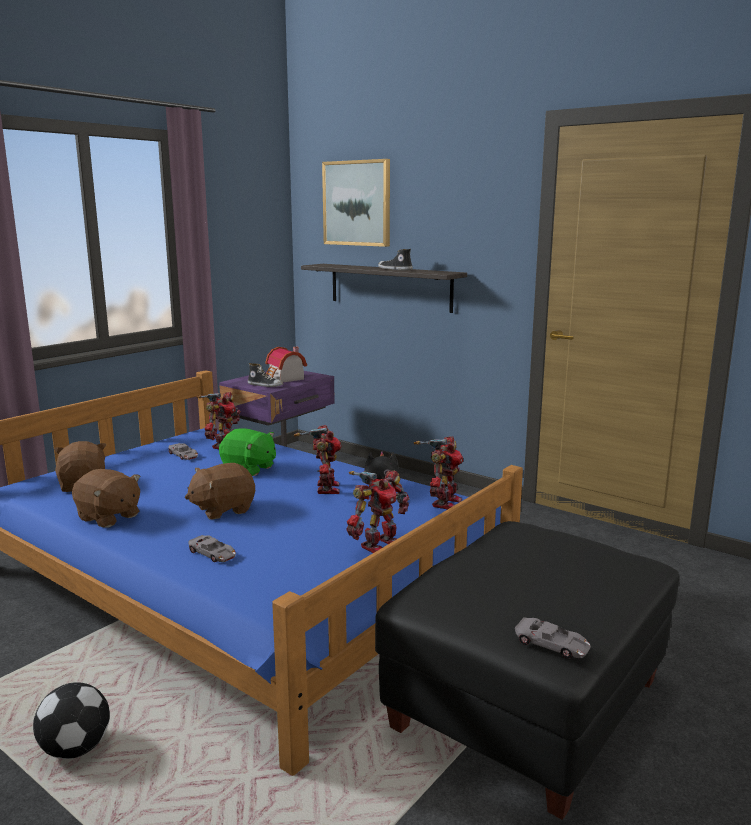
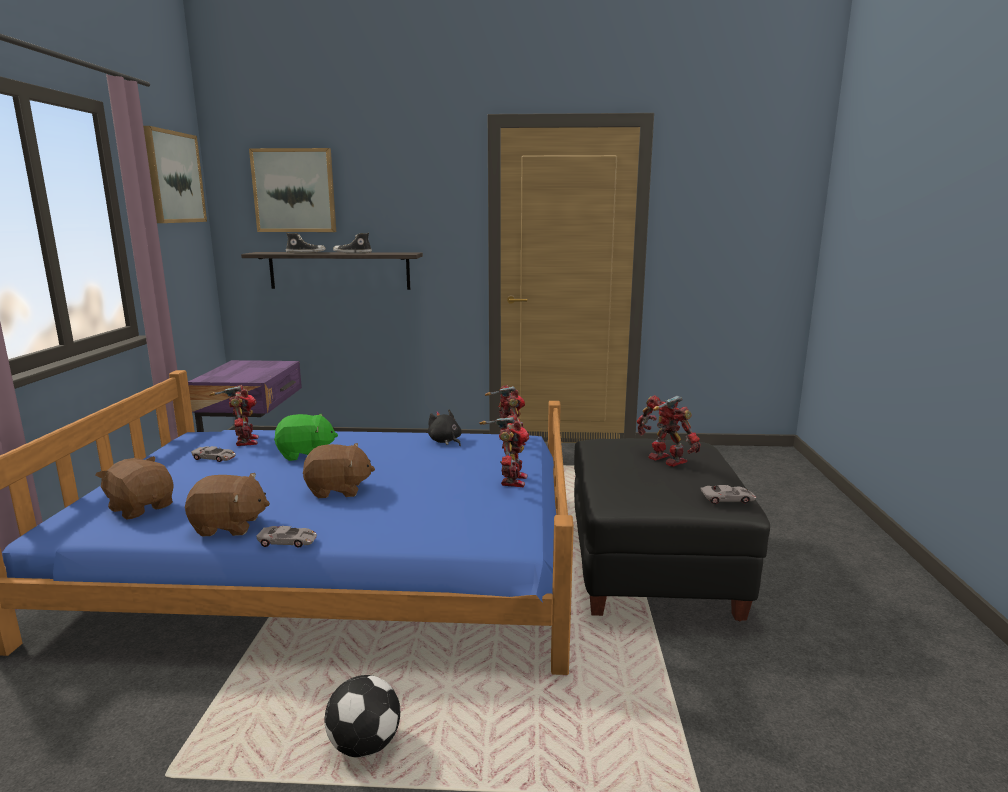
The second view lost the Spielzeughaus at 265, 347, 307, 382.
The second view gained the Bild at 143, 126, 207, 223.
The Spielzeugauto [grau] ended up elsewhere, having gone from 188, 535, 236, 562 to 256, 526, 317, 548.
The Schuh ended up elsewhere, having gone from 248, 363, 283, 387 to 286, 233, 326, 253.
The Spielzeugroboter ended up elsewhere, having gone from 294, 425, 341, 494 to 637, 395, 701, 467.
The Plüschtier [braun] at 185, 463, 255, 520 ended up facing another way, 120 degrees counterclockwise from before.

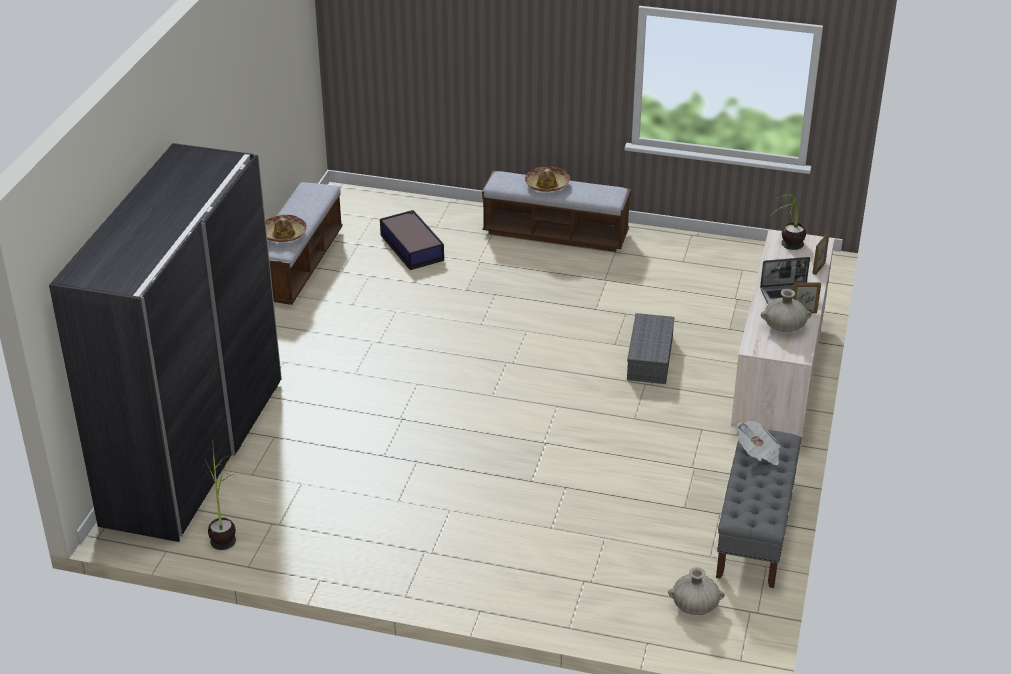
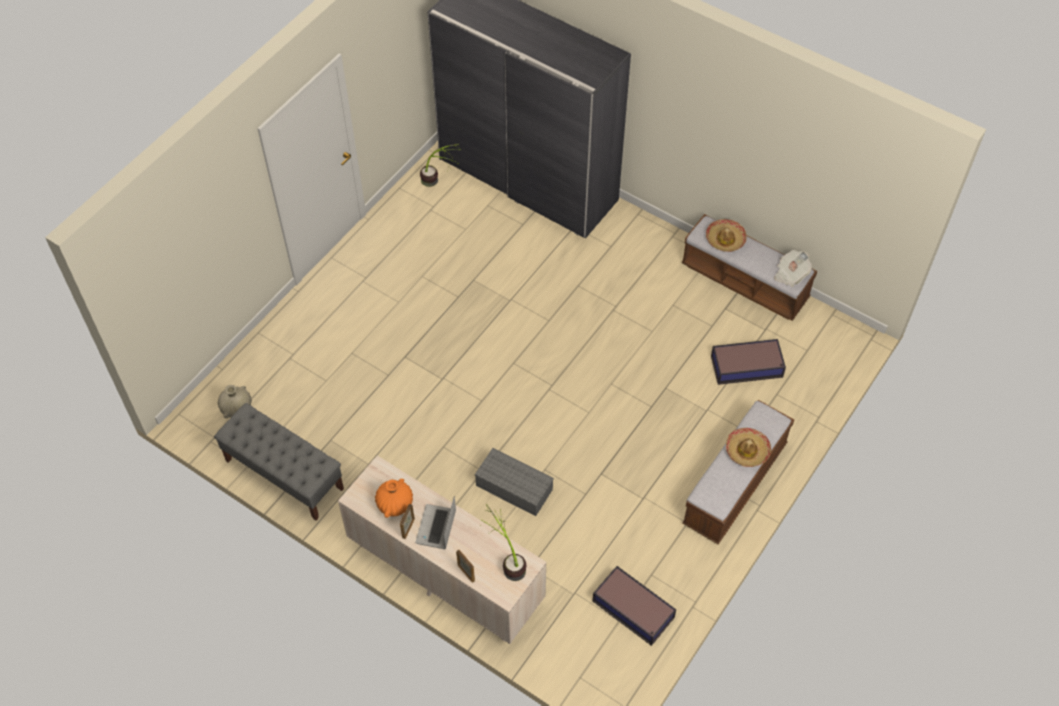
The second view gained the Aufbewahrungsbox at 593, 566, 676, 646.
The Zeitung ended up elsewhere, having gone from 737, 421, 780, 465 to 774, 250, 812, 287.
What was the Vase [beige] at 761, 289, 812, 332 turned into the Vase [orange] at 375, 479, 413, 518.

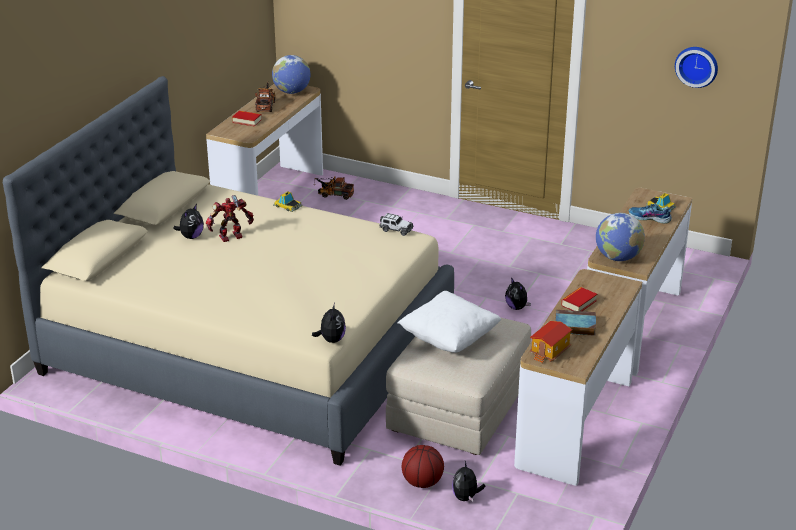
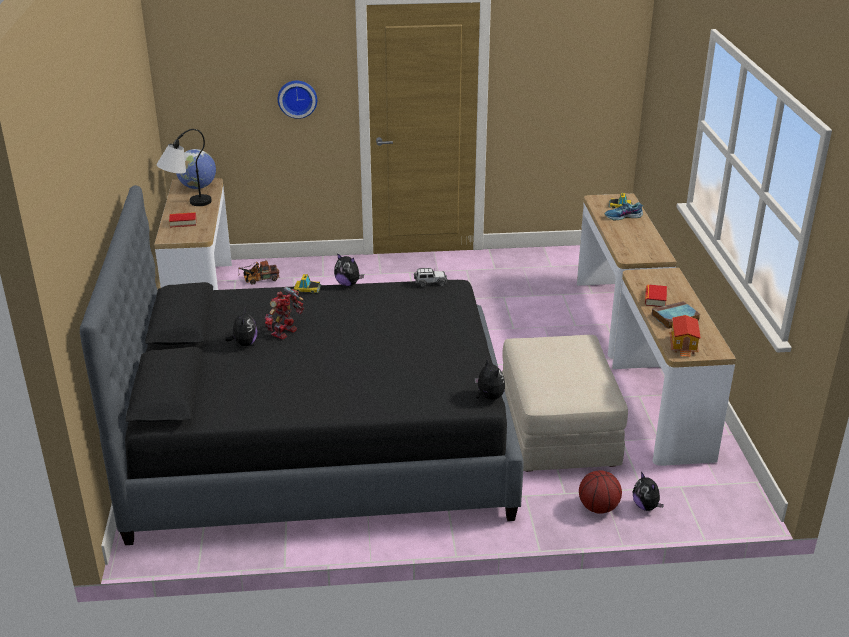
The second view lost the Kissen [weiß] at 398, 291, 501, 353.
The second view lost the Globus at 596, 213, 645, 261.
The Plüschtier ended up elsewhere, having gone from 505, 277, 531, 310 to 334, 253, 364, 286.
The Wanduhr ended up elsewhere, having gone from 675, 47, 718, 88 to 278, 81, 317, 119.
Where the Spielzeuglaster stood at 255, 83, 276, 112, the Tischlampe came to stand at 156, 129, 212, 206.
What was the Bett [beige] at 3, 76, 454, 466 turned into the Bett [schwarz] at 80, 185, 524, 545.

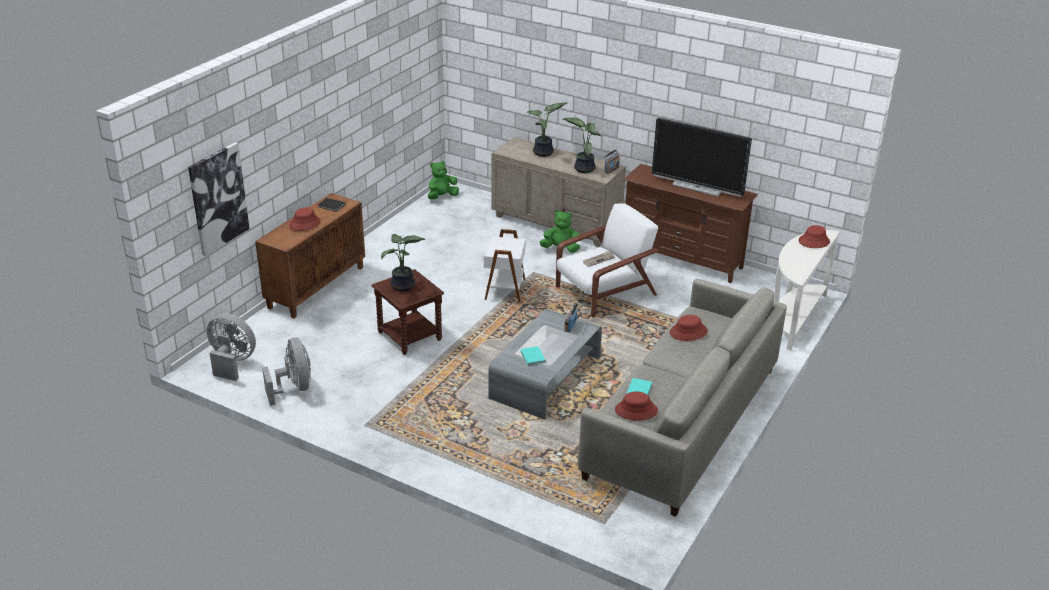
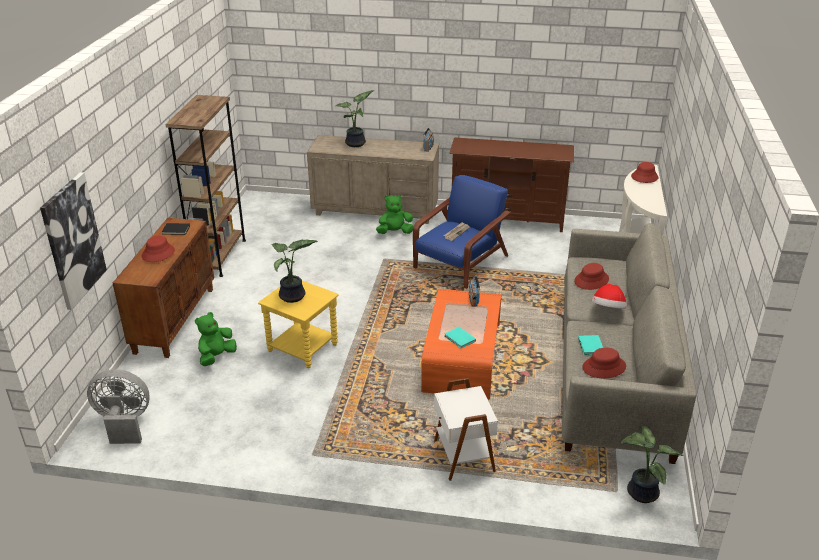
The second view lost the Ventilator [grau] at 262, 337, 311, 406.
The second view lost the Fernseher at 652, 118, 752, 197.
The second view gained the Bücherregal [braun] at 165, 95, 246, 277.
The second view gained the Hut at 592, 284, 627, 309.
The Plüschtier [grün] ended up elsewhere, having gone from 428, 161, 459, 199 to 195, 312, 237, 366.
The Beistelltisch [weiß] ended up elsewhere, having gone from 484, 229, 526, 302 to 434, 378, 498, 481.
The Topfpflanze ended up elsewhere, having gone from 563, 118, 603, 173 to 621, 426, 683, 503.
What was the Beistelltisch [braun] at 372, 269, 444, 355 turned into the Beistelltisch [gelb] at 258, 281, 339, 368.
What was the Couchtisch [grau] at 489, 309, 602, 420 turned into the Couchtisch [orange] at 421, 289, 501, 399.
What was the Sessel [weiß] at 556, 203, 659, 317 turned into the Sessel [blau] at 413, 175, 511, 289.

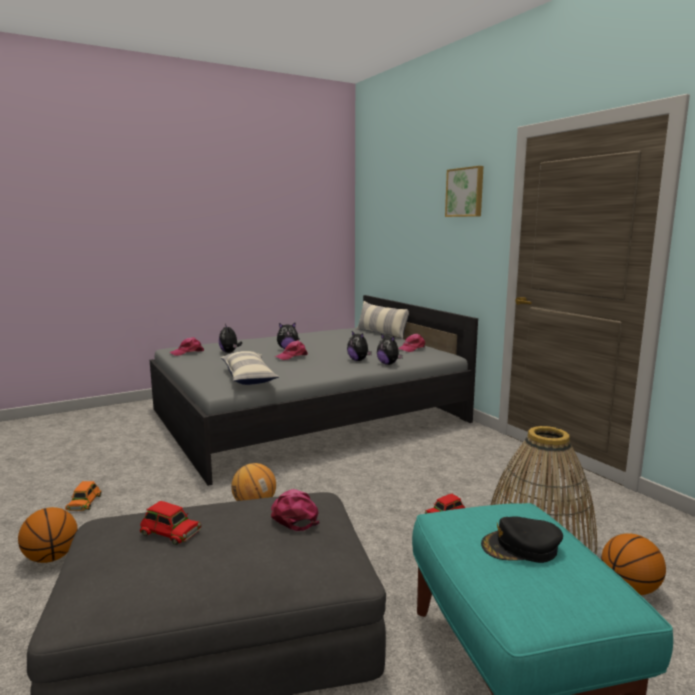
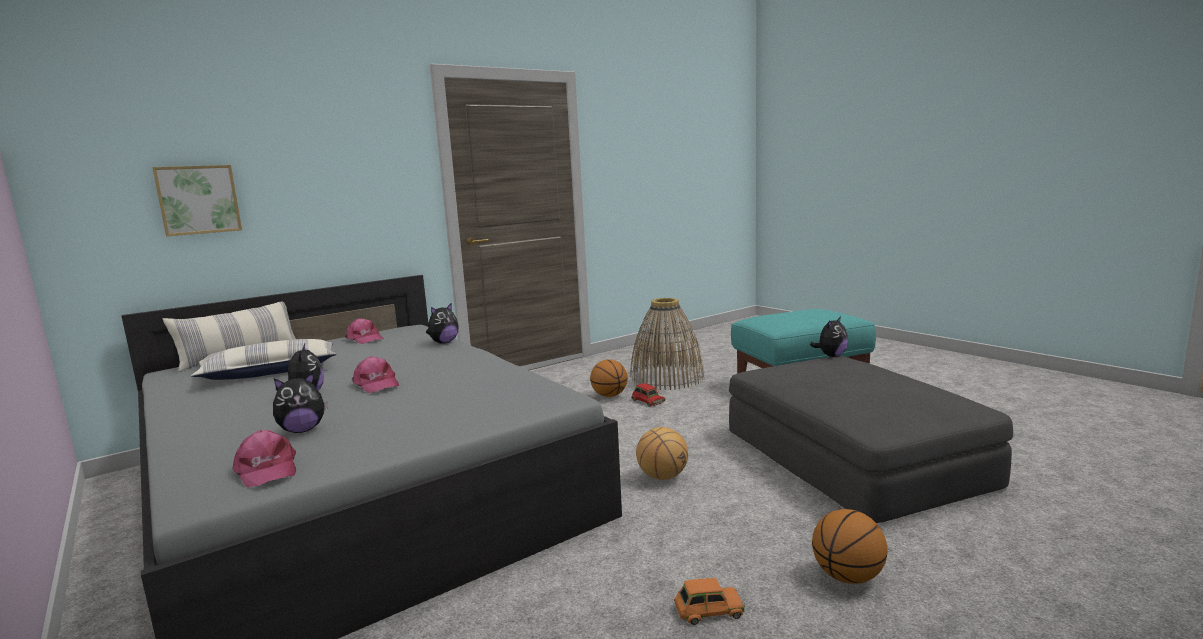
The second view lost the Spielzeugauto [rot] at 140, 501, 201, 545.
The second view lost the Kappe [rosa] at 271, 489, 319, 531.
The second view lost the Kappe [schwarz] at 481, 516, 563, 563.
The Kissen ended up elsewhere, having gone from 221, 351, 279, 385 to 191, 339, 336, 380.
The Plüschtier ended up elsewhere, having gone from 347, 331, 372, 361 to 810, 316, 848, 357.
The Bild ended up elsewhere, having gone from 445, 166, 484, 217 to 153, 165, 242, 236.
The Basketball ended up elsewhere, having gone from 601, 533, 666, 595 to 590, 359, 628, 397.

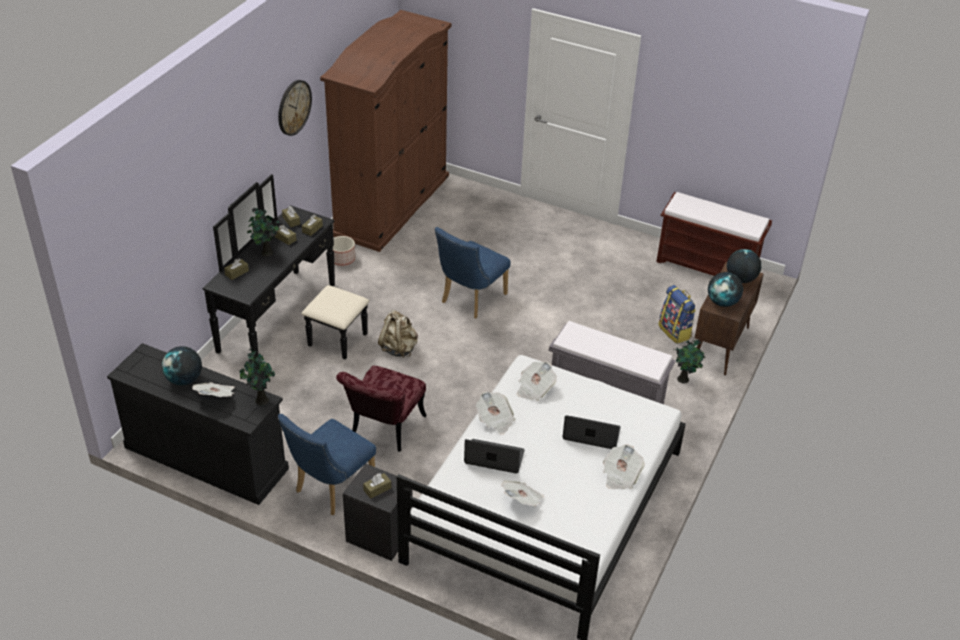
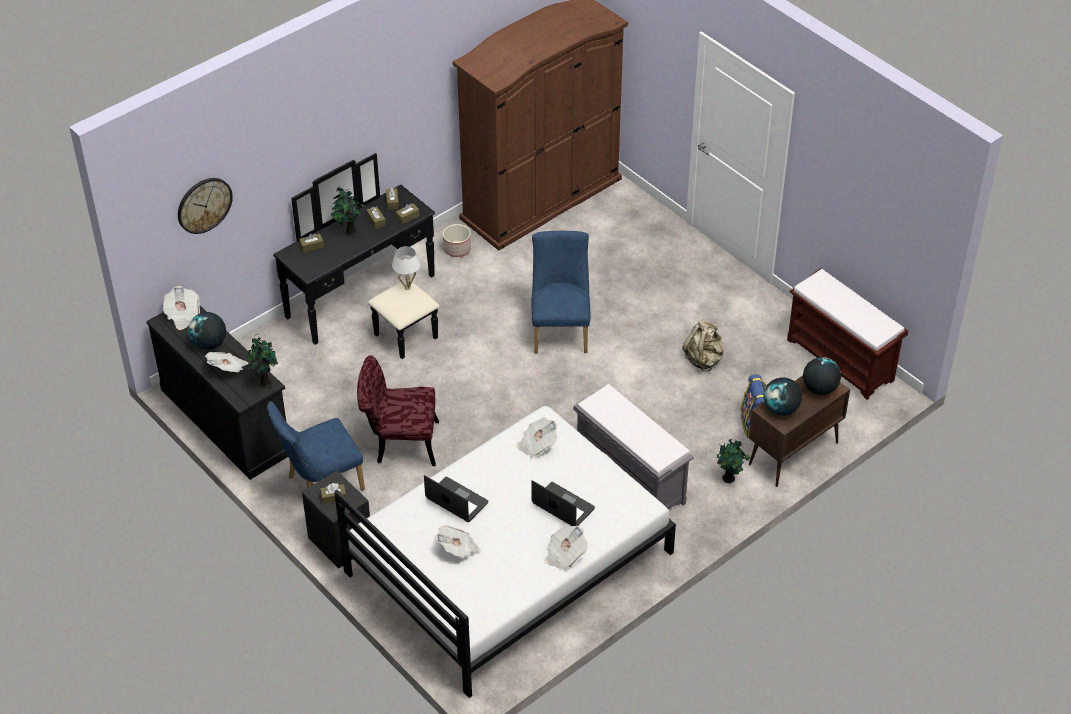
The second view gained the Tischlampe [weiß] at 392, 246, 420, 290.
The Wanduhr ended up elsewhere, having gone from 278, 80, 312, 136 to 178, 178, 233, 234.
The Rucksack [beige] ended up elsewhere, having gone from 378, 310, 418, 358 to 682, 319, 724, 371.
The Zeitung ended up elsewhere, having gone from 476, 391, 516, 435 to 163, 286, 200, 330.
The Stuhl [rot] at 336, 366, 427, 452 ended up facing another way, 45 degrees clockwise from before.
The Stuhl [blau] at 435, 227, 511, 319 ended up facing another way, 120 degrees clockwise from before.

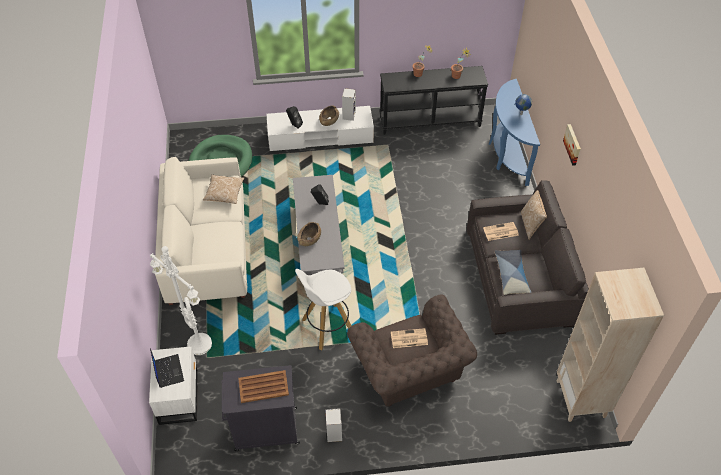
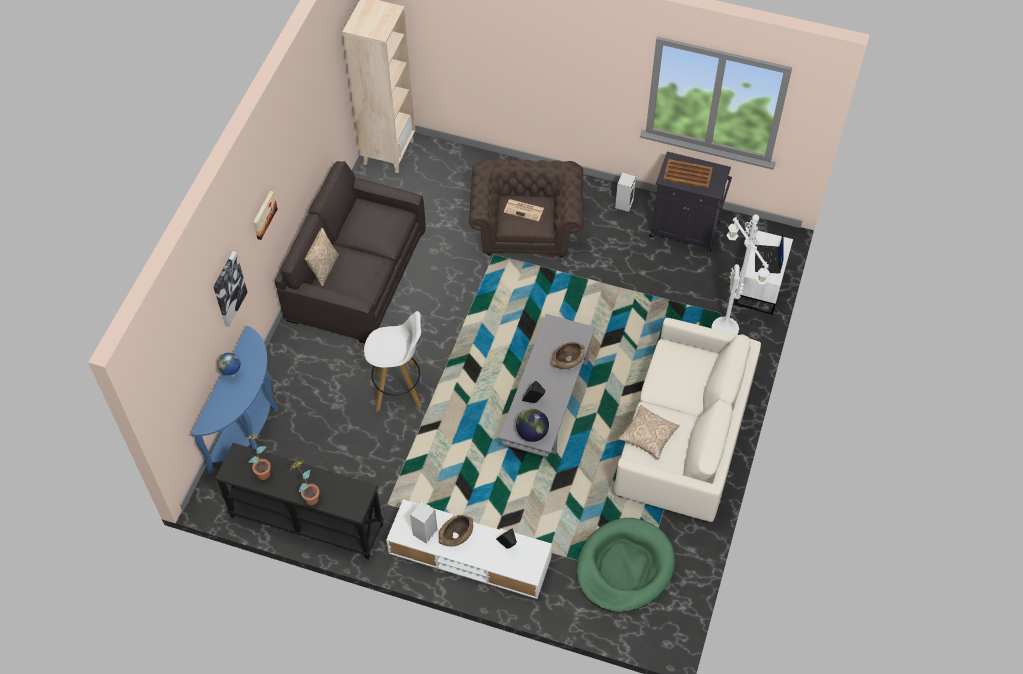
The second view lost the Zeitung at 483, 222, 519, 241.
The second view lost the Kissen at 495, 250, 532, 295.
The second view gained the Bild at 213, 251, 247, 327.
The second view gained the Globus at 516, 409, 549, 442.
The Hocker [weiß] ended up elsewhere, having gone from 295, 269, 351, 351 to 364, 311, 422, 411.

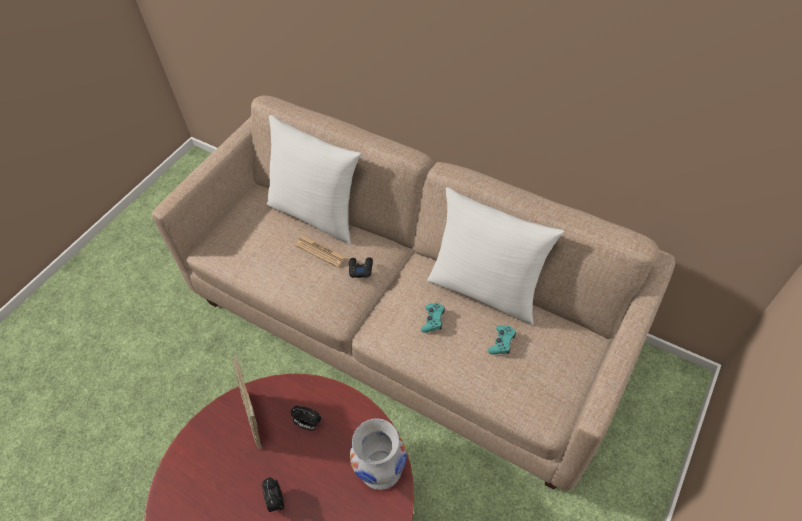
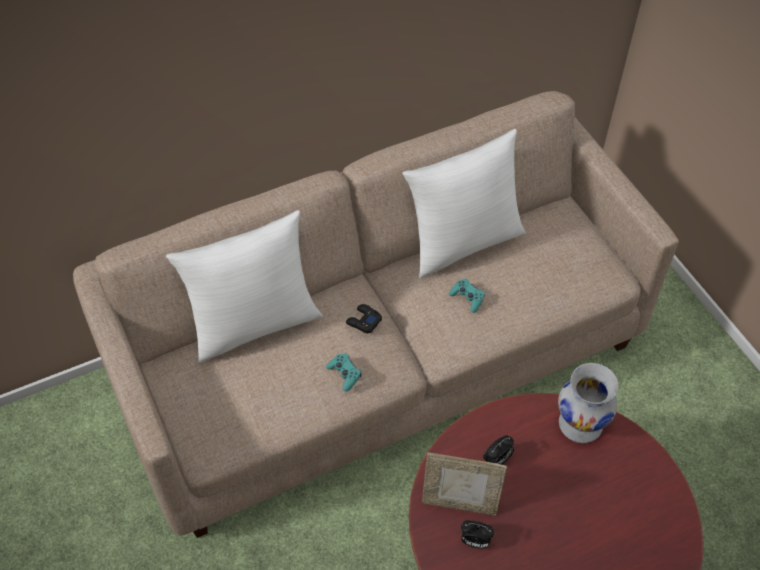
The second view lost the Zeitung at 295, 236, 346, 267.
The Wecker ended up elsewhere, having gone from 262, 478, 284, 512 to 461, 520, 494, 549.
The Gamepad [türkis] ended up elsewhere, having gone from 488, 326, 516, 355 to 326, 353, 361, 391.

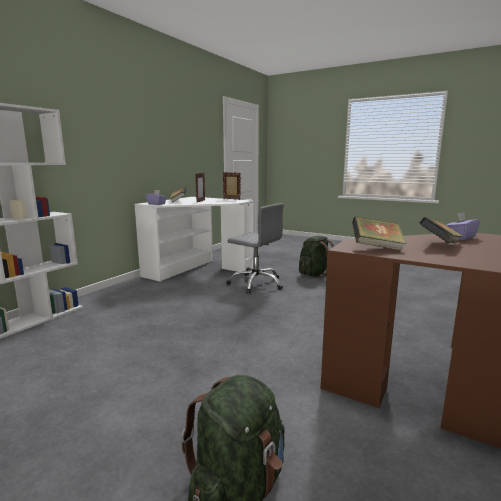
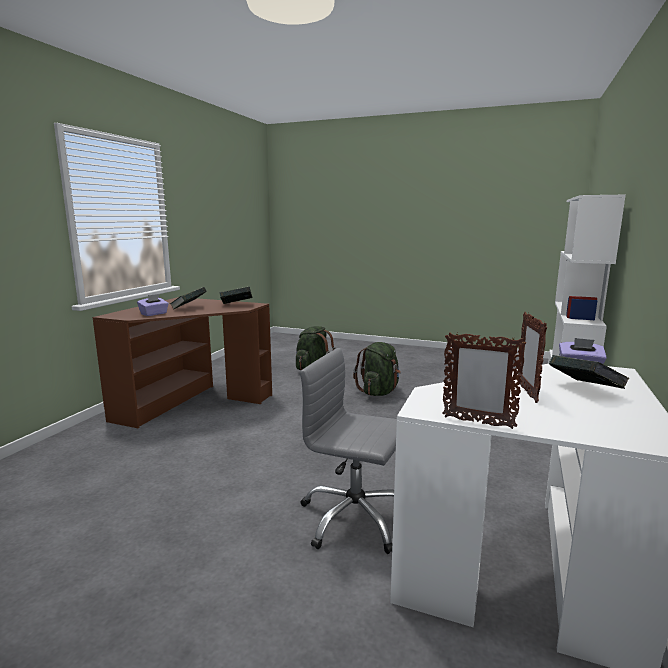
The Rucksack [grün] ended up elsewhere, having gone from 299, 236, 334, 278 to 353, 342, 401, 396.

